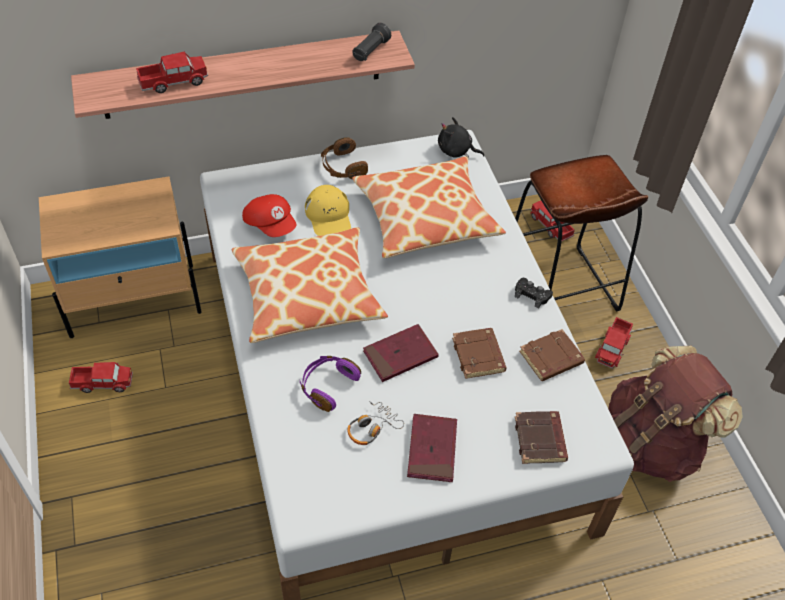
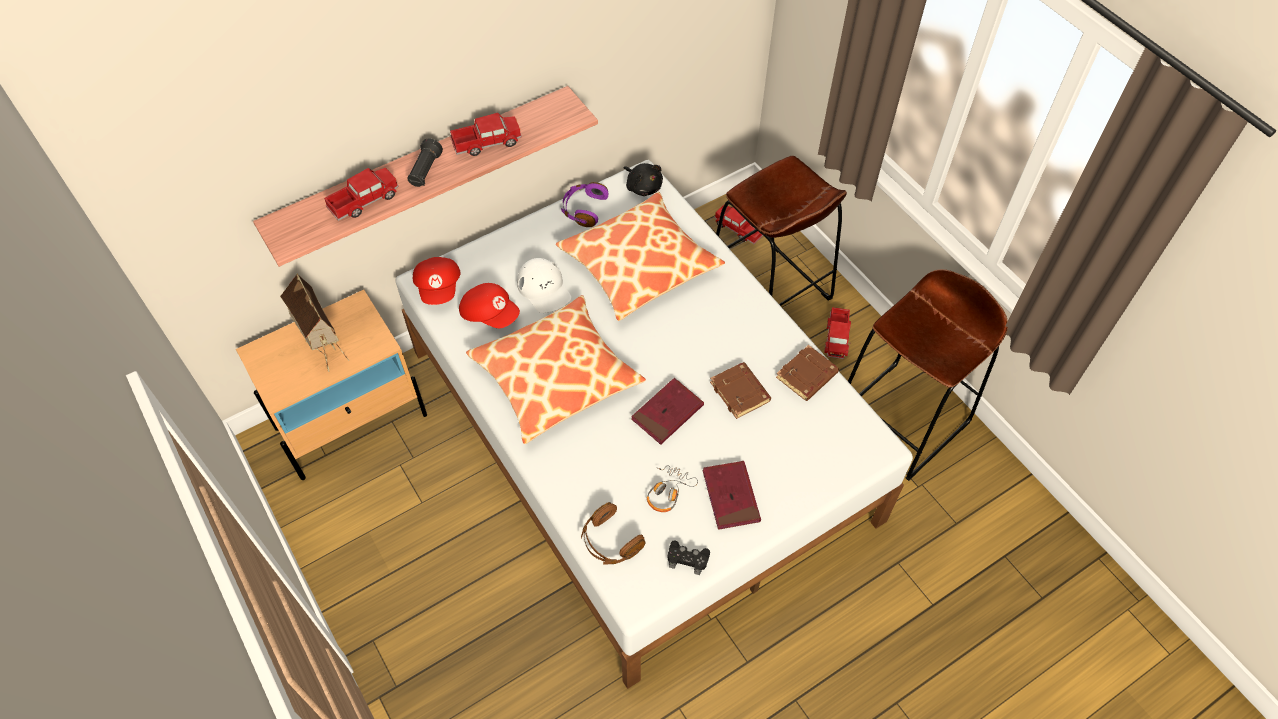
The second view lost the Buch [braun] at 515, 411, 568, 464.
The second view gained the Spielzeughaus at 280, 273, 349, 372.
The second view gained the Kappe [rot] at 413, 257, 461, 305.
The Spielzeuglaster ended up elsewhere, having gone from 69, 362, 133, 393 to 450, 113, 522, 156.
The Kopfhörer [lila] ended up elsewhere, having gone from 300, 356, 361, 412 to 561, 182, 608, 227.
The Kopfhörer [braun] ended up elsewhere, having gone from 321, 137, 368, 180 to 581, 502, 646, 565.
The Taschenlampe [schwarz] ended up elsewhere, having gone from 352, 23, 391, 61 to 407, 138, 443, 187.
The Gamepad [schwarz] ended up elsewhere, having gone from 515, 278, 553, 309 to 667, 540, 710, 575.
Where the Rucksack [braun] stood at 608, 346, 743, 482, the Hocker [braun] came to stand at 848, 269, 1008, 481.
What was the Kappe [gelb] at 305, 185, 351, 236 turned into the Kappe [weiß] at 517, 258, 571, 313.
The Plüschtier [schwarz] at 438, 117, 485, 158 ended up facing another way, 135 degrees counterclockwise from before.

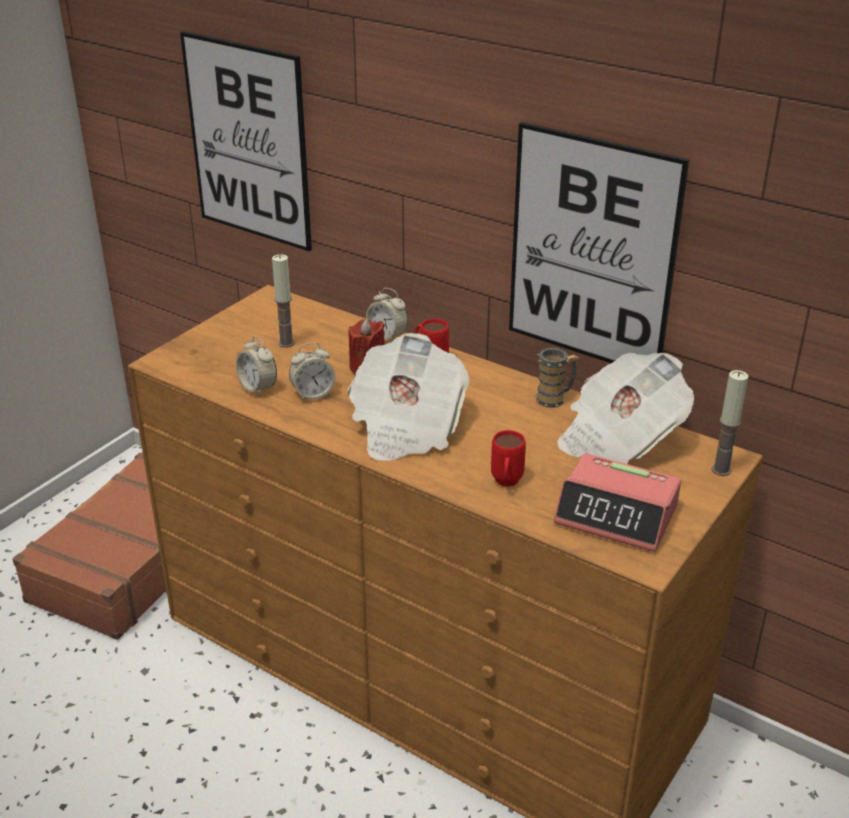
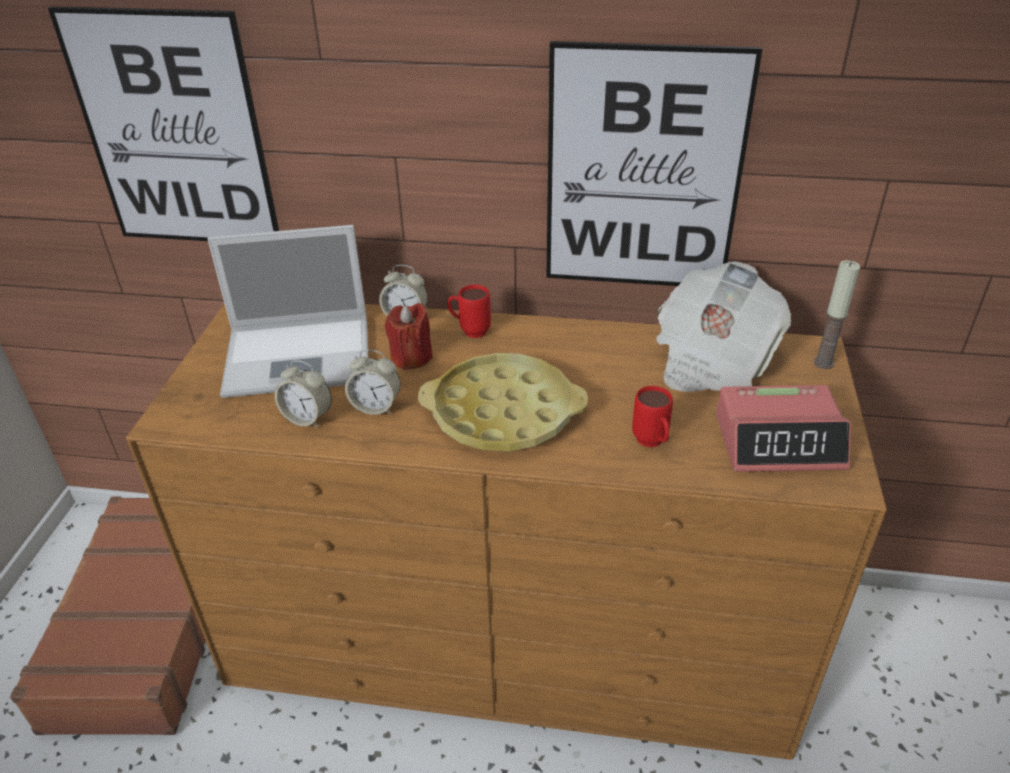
The second view lost the Henkelbecher at 534, 348, 579, 408.
Where the Kerze stood at 272, 254, 295, 348, the Laptop came to stand at 207, 225, 369, 398.
Where the Zeitung stood at 348, 333, 470, 461, the Tablett [gelb] came to stand at 418, 353, 588, 452.
The Wecker at 289, 343, 336, 402 ended up facing another way, 60 degrees clockwise from before.

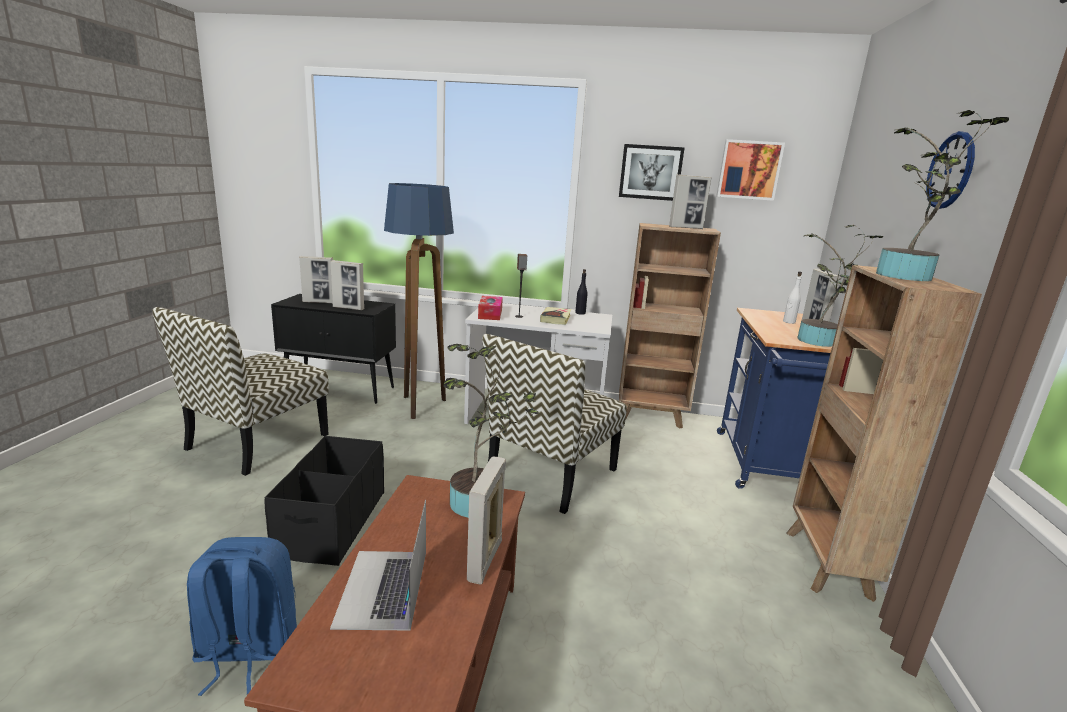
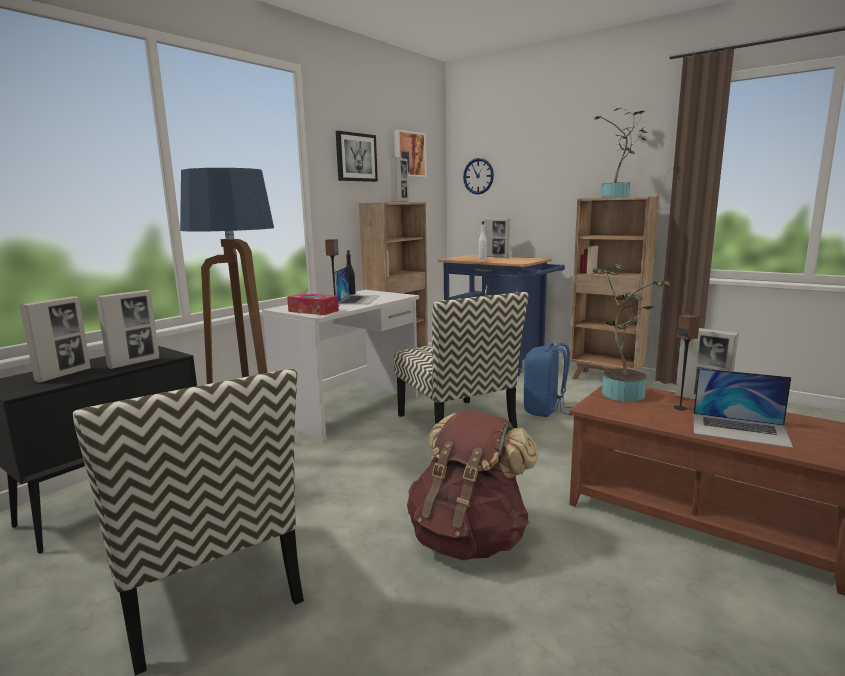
The second view lost the Topfpflanze at 797, 225, 884, 347.
The second view gained the Lautsprecher at 674, 314, 700, 410.
The Rucksack [blau] ended up elsewhere, having gone from 187, 537, 297, 696 to 524, 343, 573, 417.
The Wanduhr ended up elsewhere, having gone from 926, 131, 975, 209 to 463, 158, 494, 195.
Where the Aufbewahrungsbox [schwarz] stood at 265, 436, 384, 566, the Rucksack [braun] came to stand at 407, 410, 539, 561.
Where the Buch stood at 540, 307, 571, 325, the Laptop came to stand at 334, 266, 380, 304.

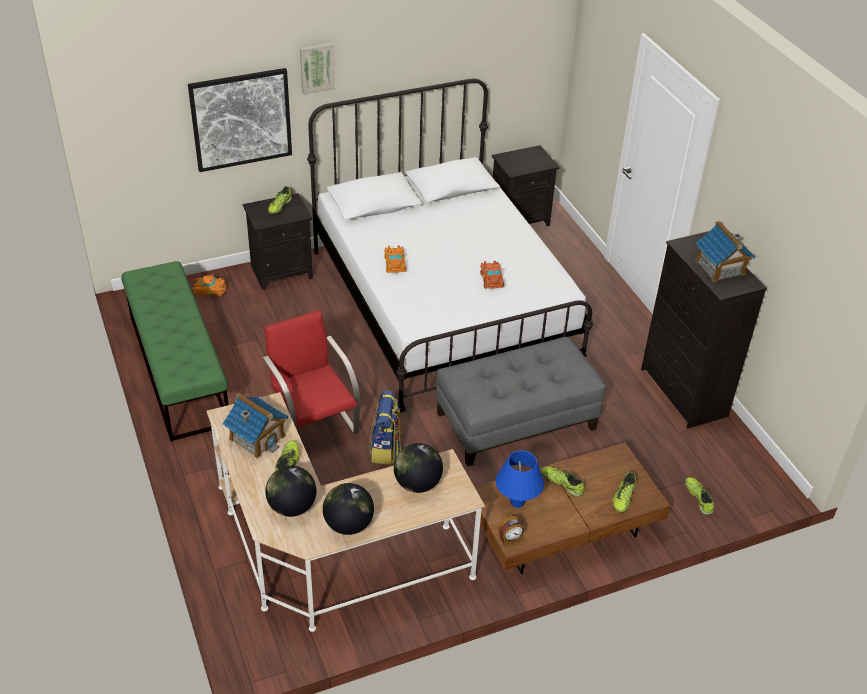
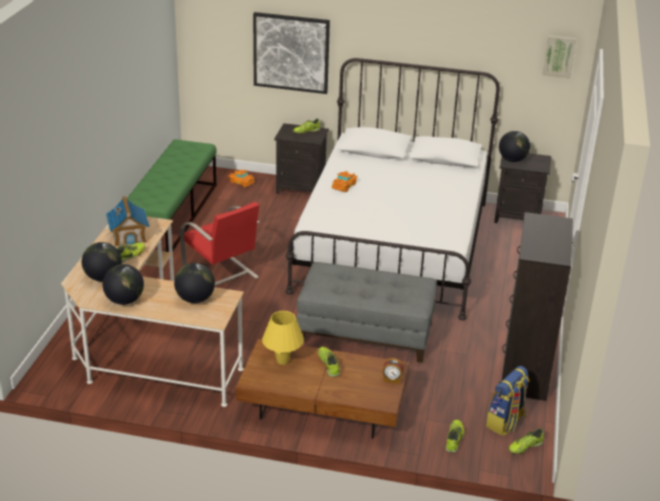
The second view lost the Spielzeugauto [orange] at 480, 261, 504, 289.
The second view lost the Spielzeughaus at 695, 221, 755, 282.
The second view gained the Globus at 499, 131, 530, 162.
The Bild ended up elsewhere, having gone from 300, 43, 335, 95 to 543, 35, 576, 78.
The Rucksack ended up elsewhere, having gone from 369, 390, 403, 464 to 486, 366, 530, 436.
The Wecker ended up elsewhere, having gone from 498, 516, 525, 546 to 382, 358, 404, 384.
The Schuh ended up elsewhere, having gone from 612, 472, 636, 513 to 508, 428, 544, 454.
What was the Tischlampe [blau] at 495, 450, 544, 508 turned into the Tischlampe [gelb] at 262, 311, 304, 365.
The Stuhl [rot] at 263, 310, 360, 434 ended up facing another way, 135 degrees clockwise from before.

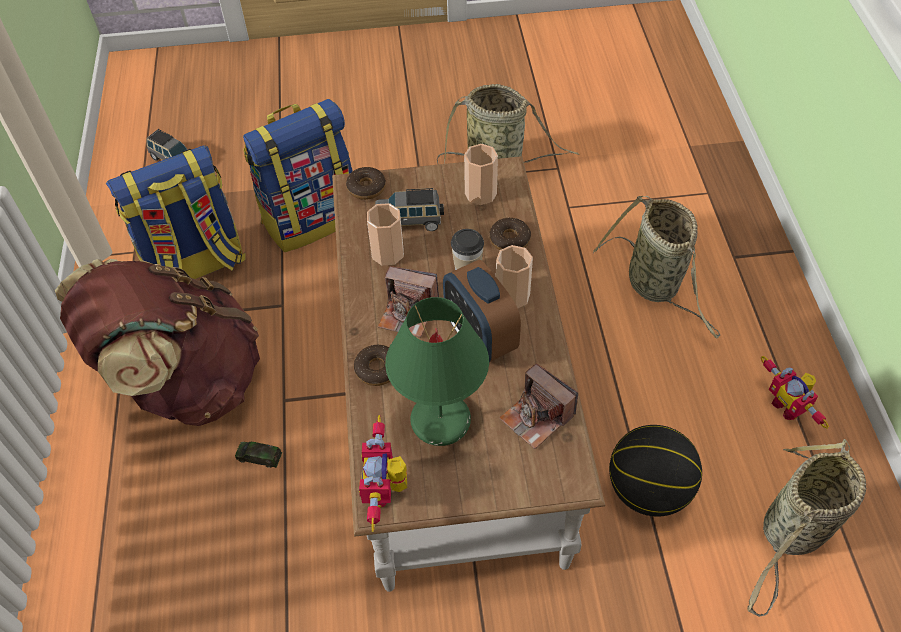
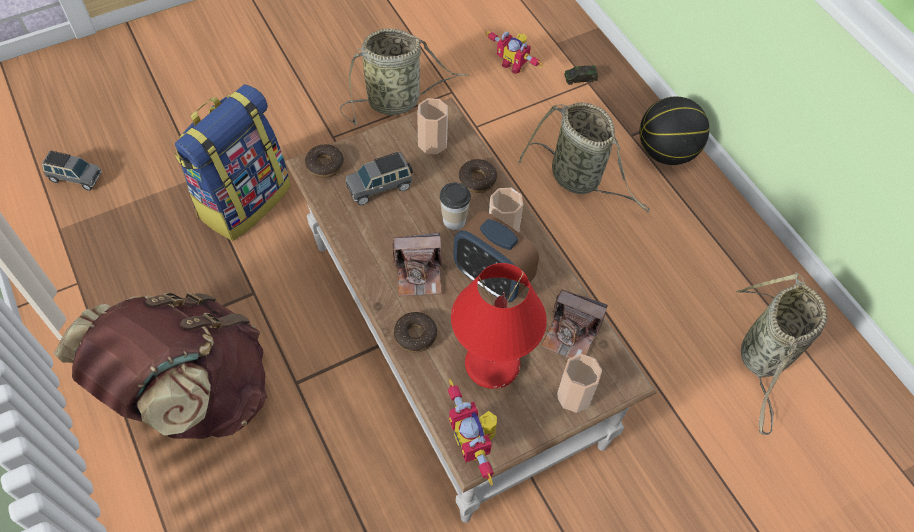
The second view lost the Rucksack at 106, 145, 246, 279.
The Spielzeugauto ended up elsewhere, having gone from 235, 442, 282, 468 to 564, 65, 598, 85.
The Tasse ended up elsewhere, having gone from 367, 203, 404, 265 to 557, 354, 602, 413.
The Basketball ended up elsewhere, having gone from 609, 425, 702, 517 to 639, 96, 709, 165.
The Spielzeugroboter ended up elsewhere, having gone from 761, 356, 829, 429 to 485, 31, 543, 74.
What was the Tischlampe [grün] at 385, 297, 489, 446 turned into the Tischlampe [rot] at 451, 263, 547, 389.

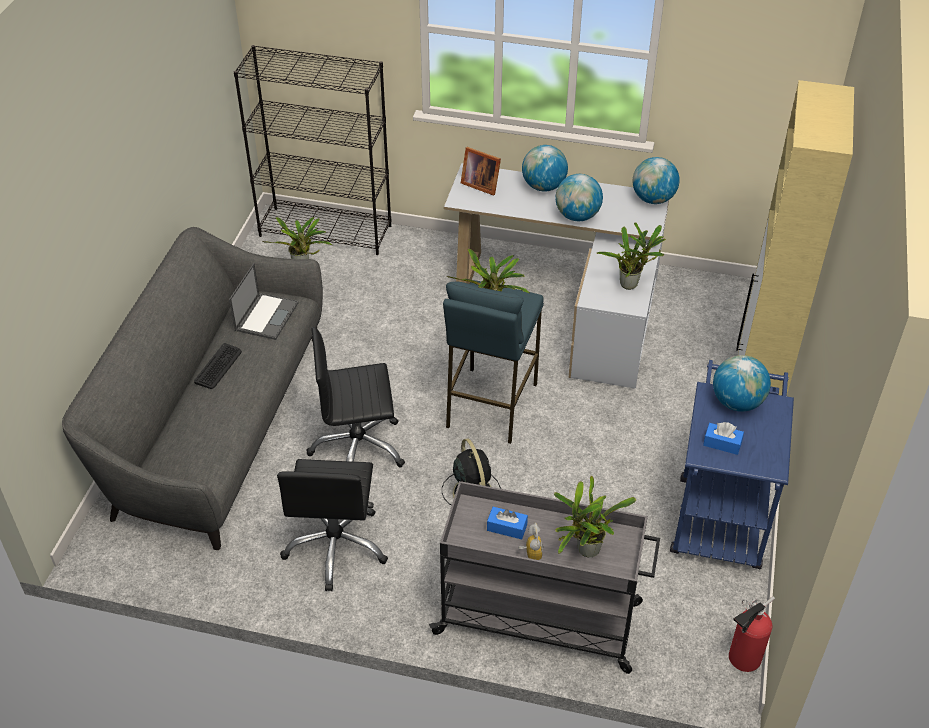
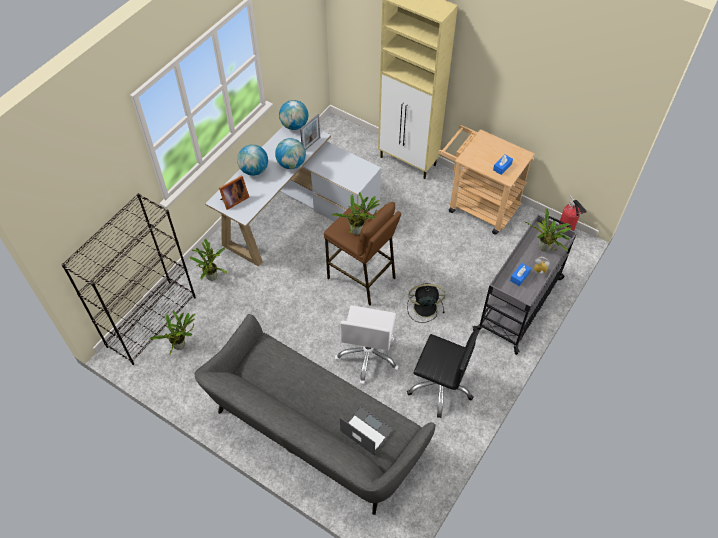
The second view lost the Tastatur at 194, 343, 242, 389.
The second view lost the Globus at 713, 355, 771, 412.
The second view gained the Bilderrahmen at 300, 114, 320, 150.
The Laptop ended up elsewhere, having gone from 229, 263, 298, 340 to 340, 406, 394, 455.
The Topfpflanze ended up elsewhere, having gone from 596, 222, 666, 290 to 190, 239, 227, 281.
What was the Bürostuhl [schwarz] at 307, 327, 405, 468 turned into the Bürostuhl [weiß] at 335, 305, 399, 384.
What was the Hocker [blau] at 443, 280, 544, 444 turned into the Hocker [braun] at 324, 202, 401, 305.
What was the Rollwagen [blau] at 670, 360, 794, 569 turned into the Rollwagen [beige] at 438, 125, 535, 235.

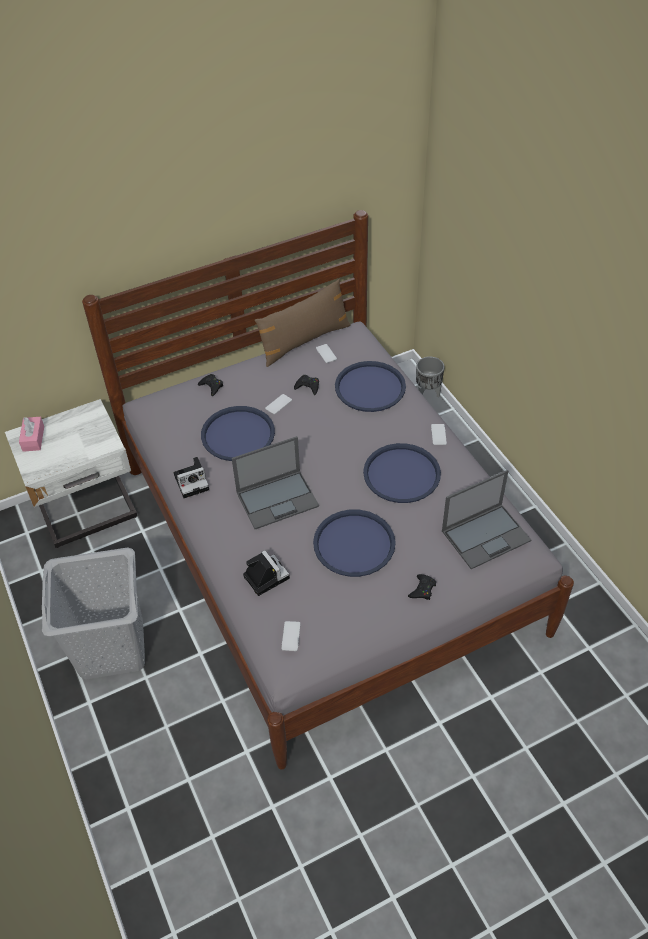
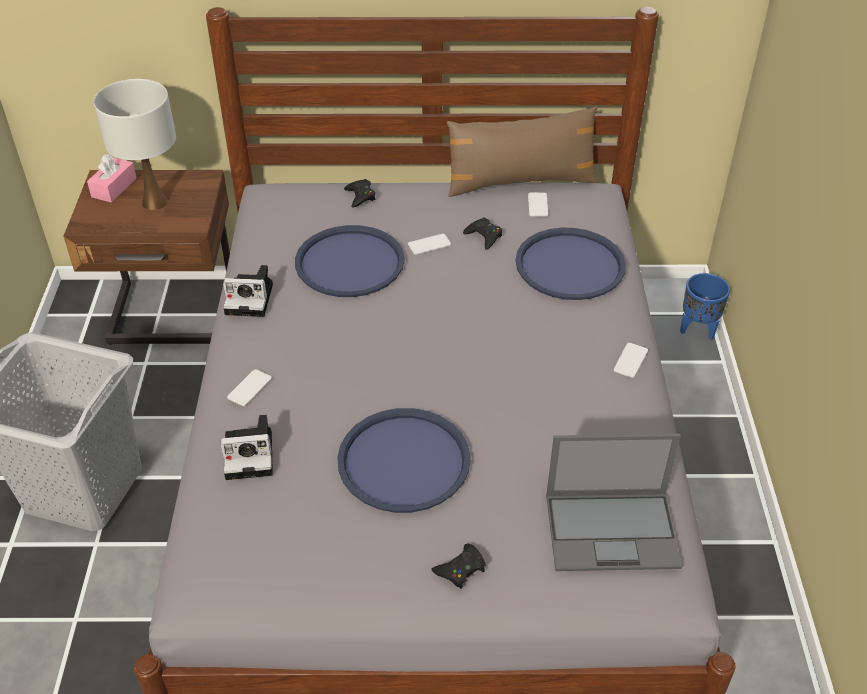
The second view lost the Laptop at 232, 436, 319, 529.
The second view lost the Tablett [blau] at 363, 443, 441, 503.
The second view gained the Tischlampe [weiß] at 94, 79, 176, 210.
The Handy ended up elsewhere, having gone from 281, 621, 300, 651 to 227, 369, 272, 406.
What was the Nachttisch [weiß] at 5, 399, 137, 548 turned into the Nachttisch [braun] at 63, 170, 230, 345.
What was the Pflanzkübel [grau] at 416, 357, 445, 397 turned into the Pflanzkübel [blau] at 680, 273, 730, 340.
The Kamera at 243, 550, 290, 596 ended up facing another way, 90 degrees clockwise from before.

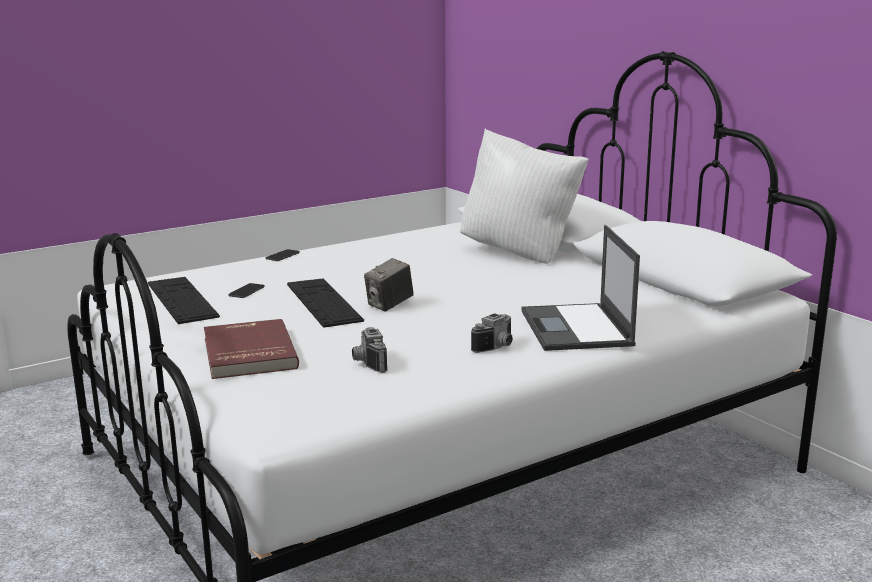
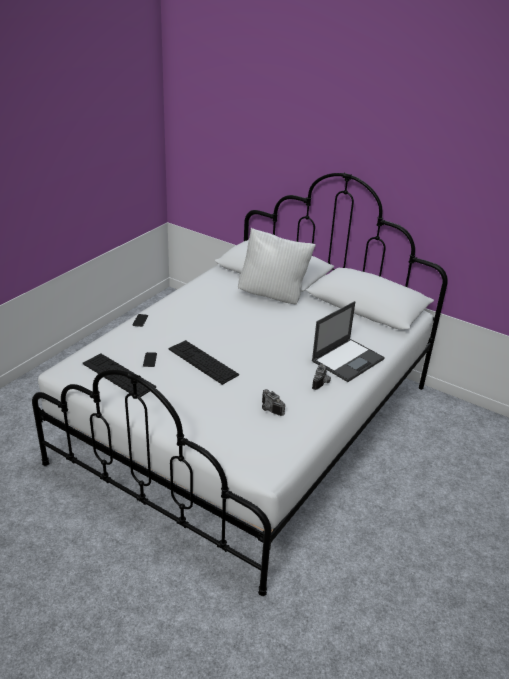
The second view lost the Buch [rot] at 204, 319, 299, 379.
The second view lost the Kamera at 364, 258, 414, 311.
The Laptop at 522, 225, 640, 351 ended up facing another way, 105 degrees counterclockwise from before.

